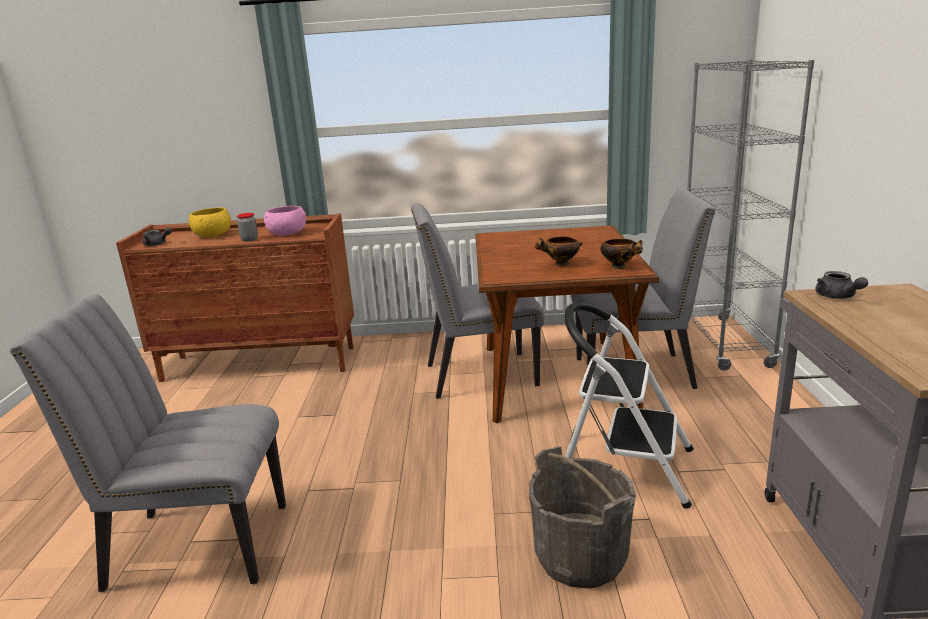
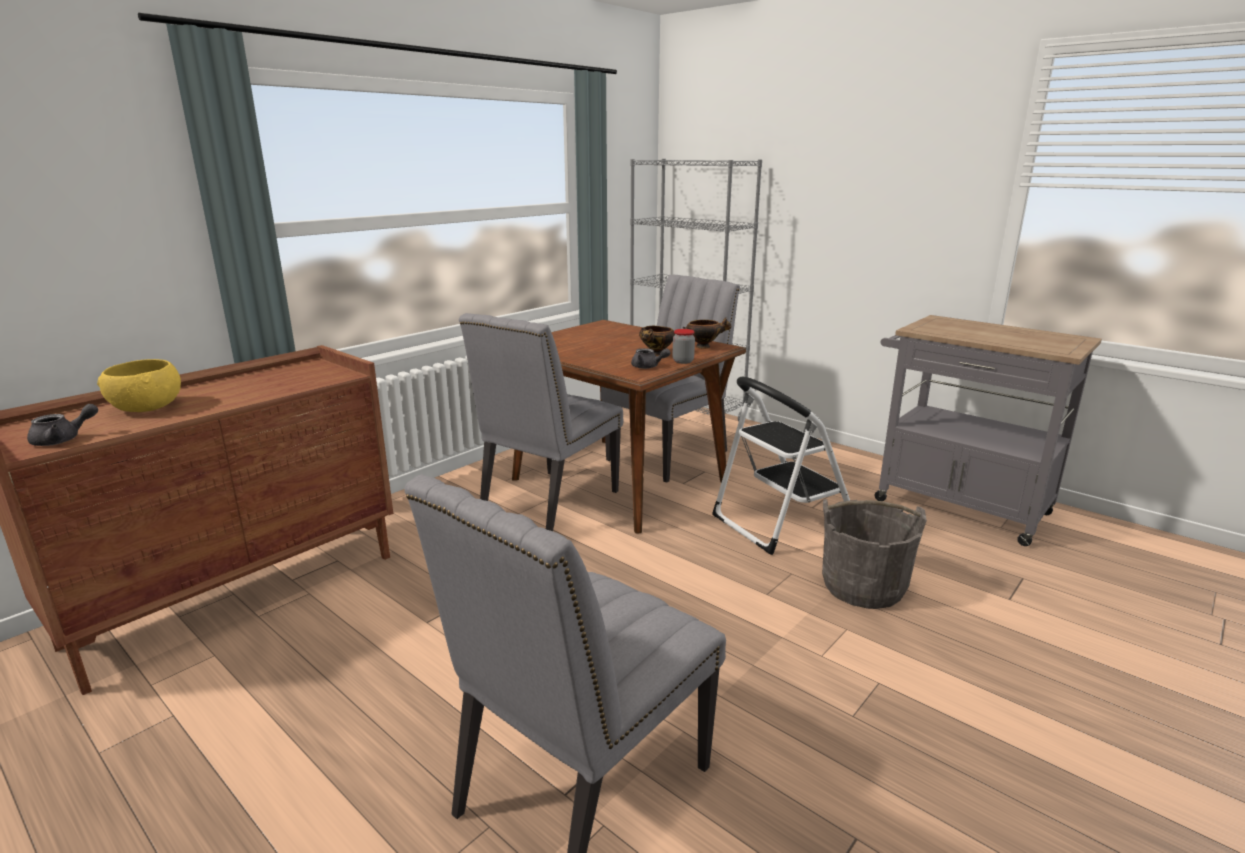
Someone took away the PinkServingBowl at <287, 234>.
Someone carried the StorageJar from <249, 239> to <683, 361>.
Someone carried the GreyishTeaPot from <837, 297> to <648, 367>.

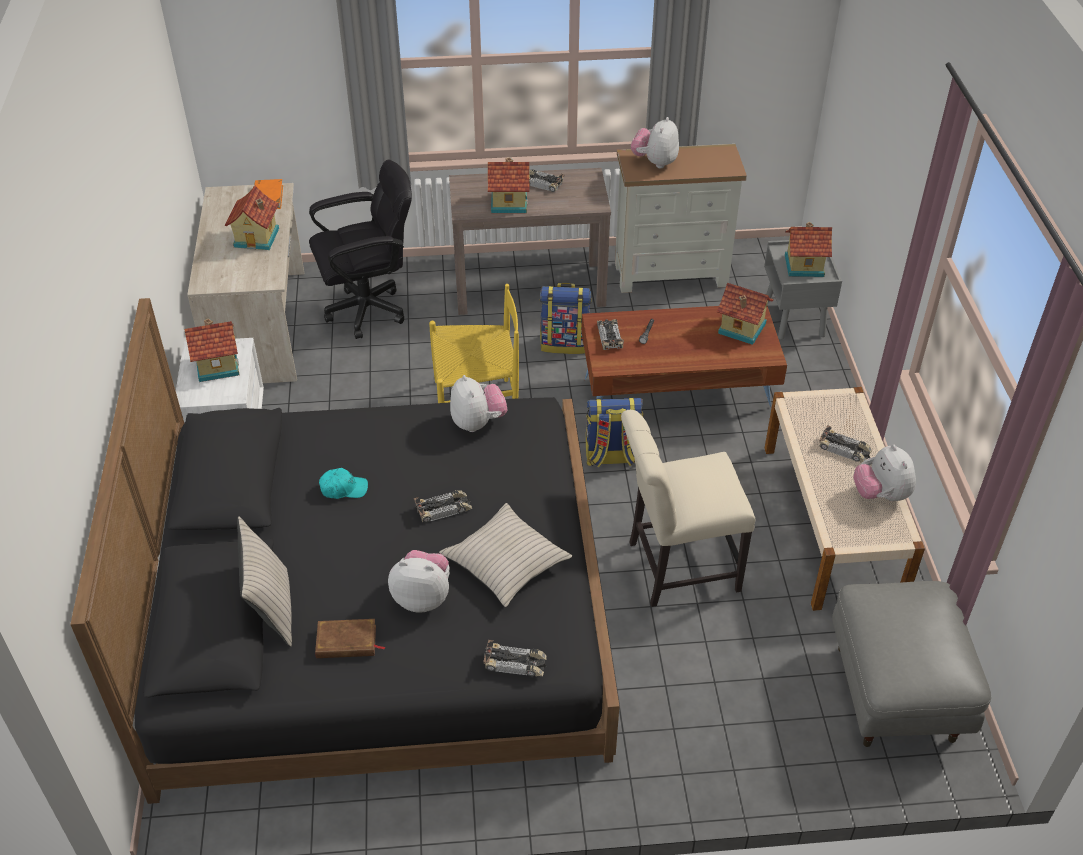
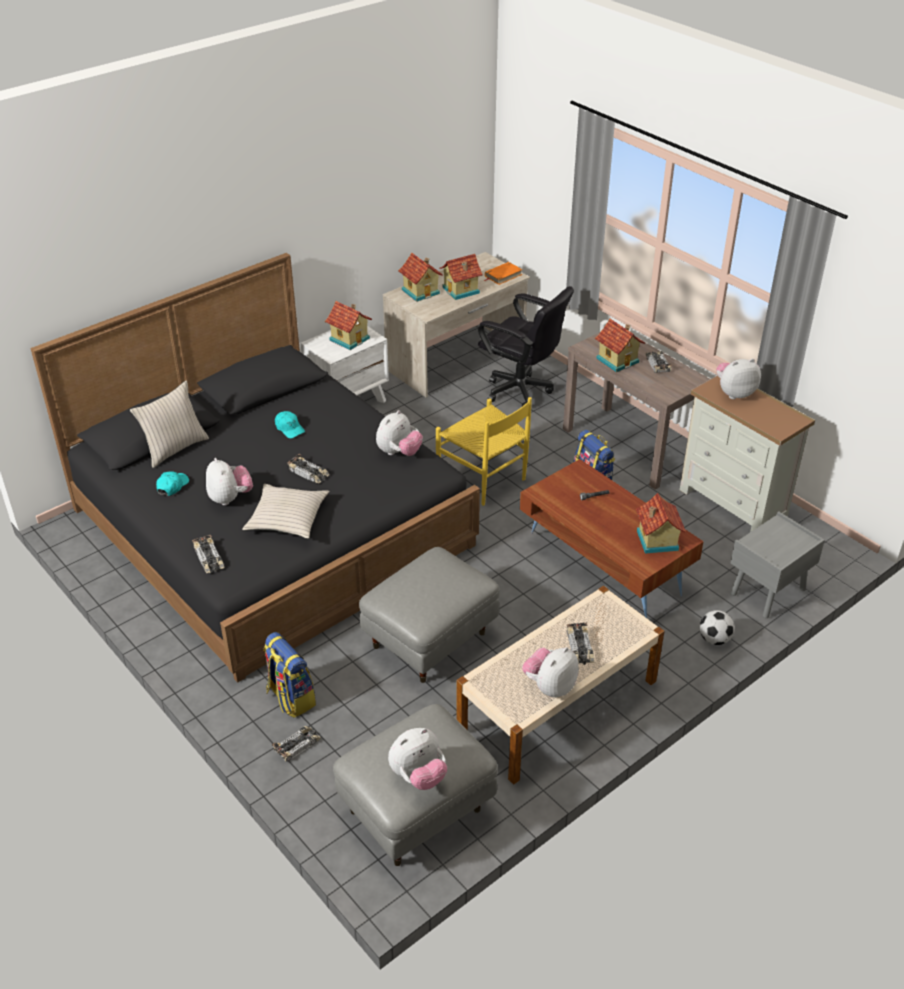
Someone put down the PlushToy at <418, 776>.
Someone put down the Football at <714, 639>.
Someone carried the Rucksack from <611, 457> to <290, 698>.
Someone carried the ModelCar from <609, 336> to <297, 745>.
Someone carried the ModelHouse from <803, 265> to <421, 291>.
Someone swapped the BrownishBoundBook at <347, 642> for the TurquoiseBaseballCap at <172, 486>.
Someone swapped the BeigeColouredChair at <675, 567> for the GreyishFootrest at <430, 639>.

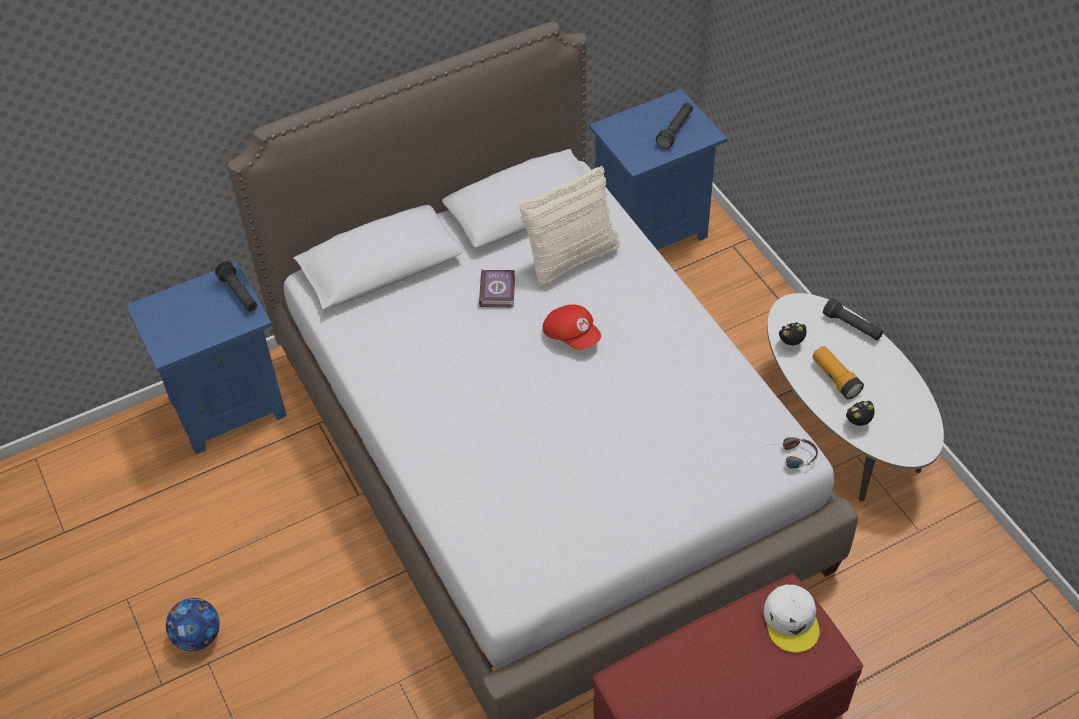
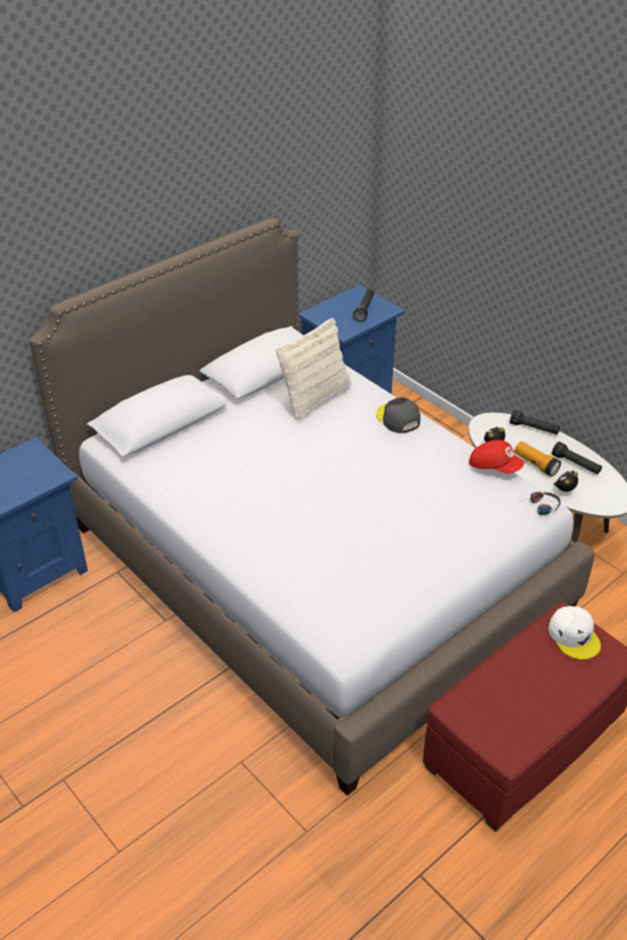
Someone took away the Football at <198, 637>.
Someone took away the BoundBook at <498, 290>.
Someone put down the GreyishBaseballCap at <398, 418>.
Someone carried the BlackishFlashlight from <239, 294> to <576, 464>.
Someone carried the ReddishBaseballCap from <572, 335> to <494, 466>.

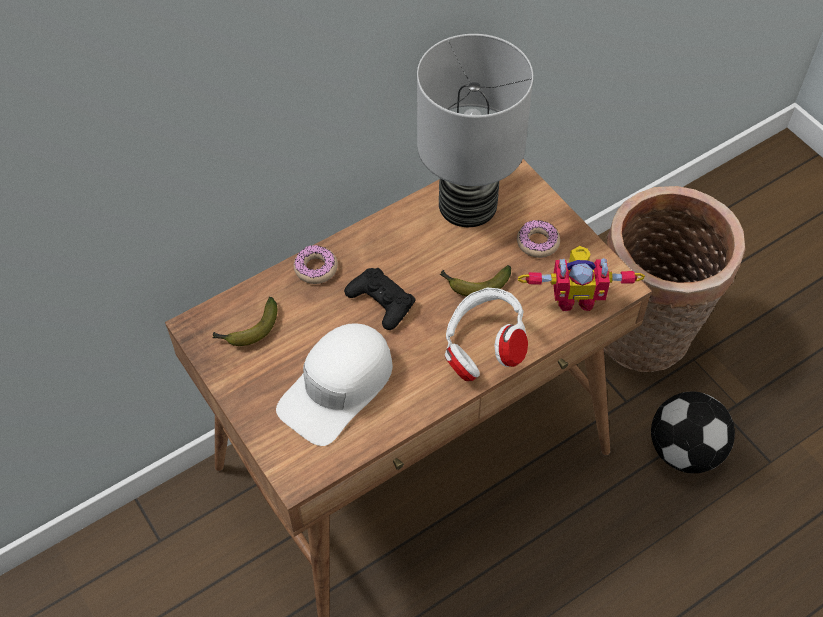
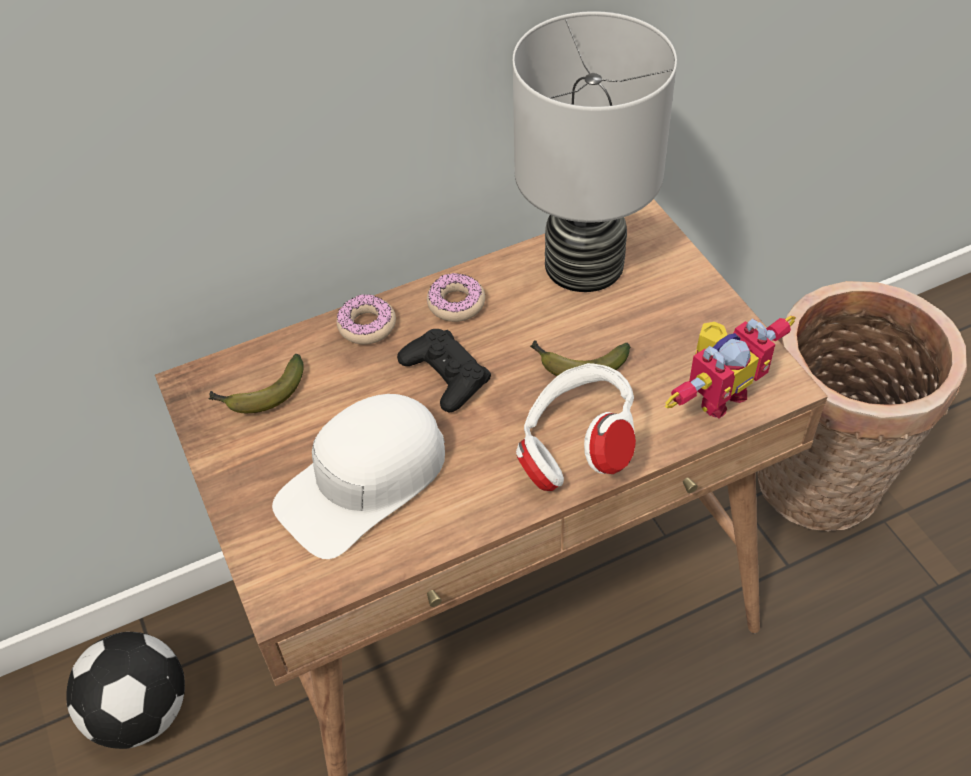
Someone carried the RingDoughnut from <537, 242> to <456, 303>.
Someone carried the Football from <683, 449> to <141, 710>.
Someone rotated the ModelRobot at <575, 297> by 45 degrees counterclockwise.

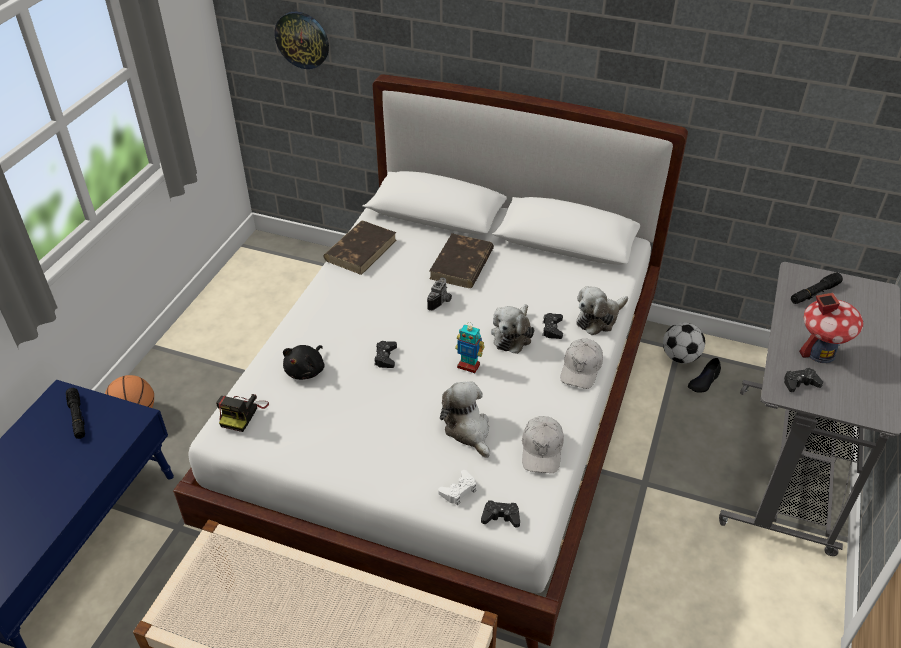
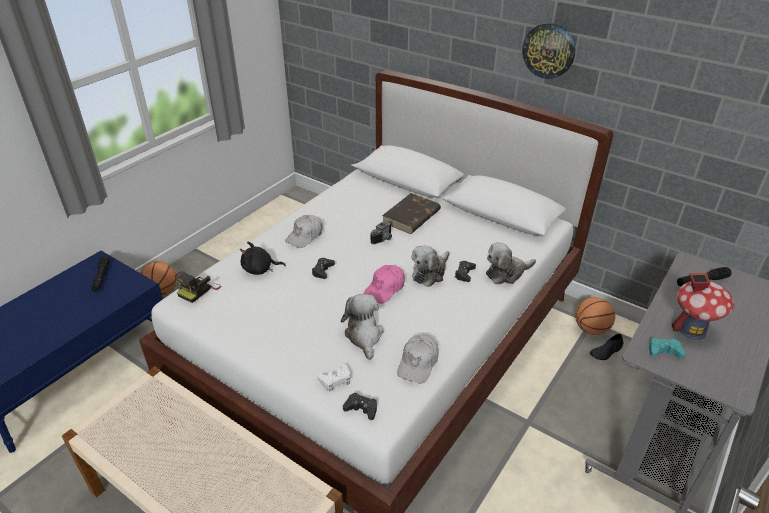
Someone took away the BrownishBoundBook at <361, 250>.
Someone carried the ClockOnTheWall from <302, 39> to <548, 50>.
Someone carried the WhitishBaseballCap from <581, 369> to <305, 236>.
Someone swapped the ModelRobot at <468, 366> for the PinkBaseballCap at <385, 288>.
Someone swapped the Football at <680, 357> for the BallForBasketball at <591, 329>.
Someone repainted the BlackishGameController at <800, 383>, which became the TurquoiseGameController at <664, 351>.
Someone rotated the BlackishPlushToy at <306, 370> by 45 degrees clockwise.

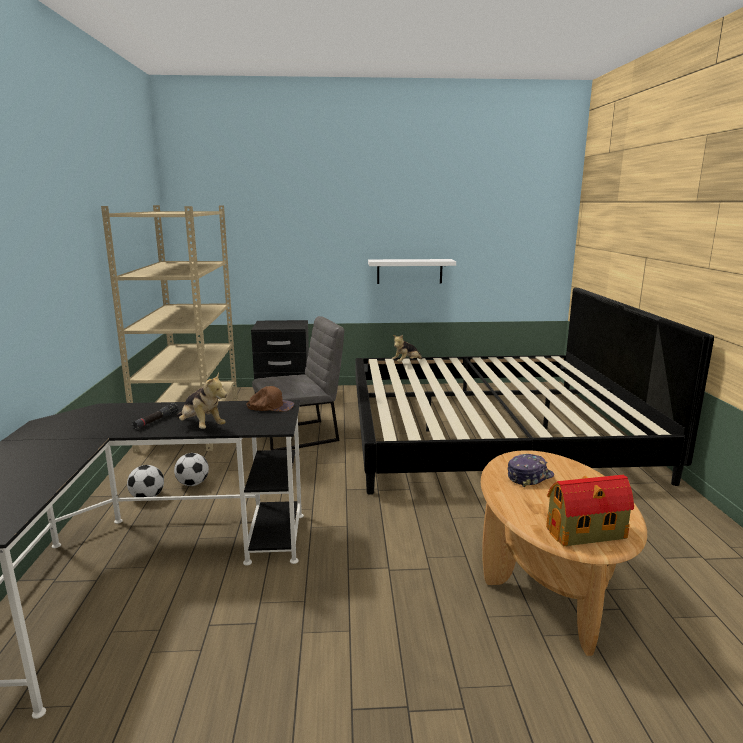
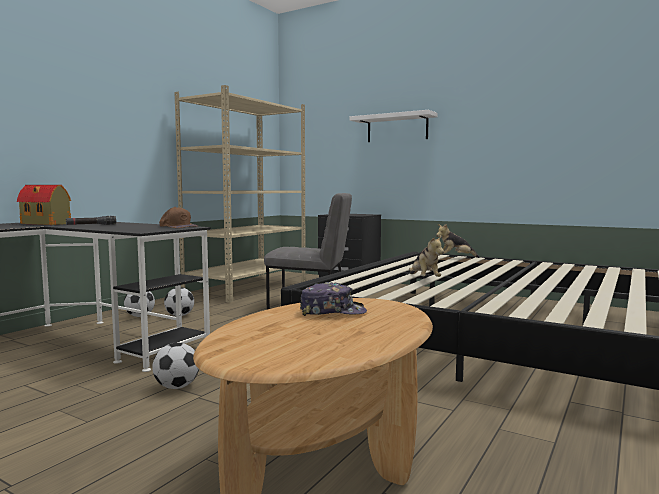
Someone put down the Football at <177, 387>.
Someone carried the PlushToy from <201, 427> to <424, 279>.
Someone carried the WhitishWallShelf from <409, 271> to <397, 128>.
Someone carried the ModelHouse from <587, 533> to <46, 223>.

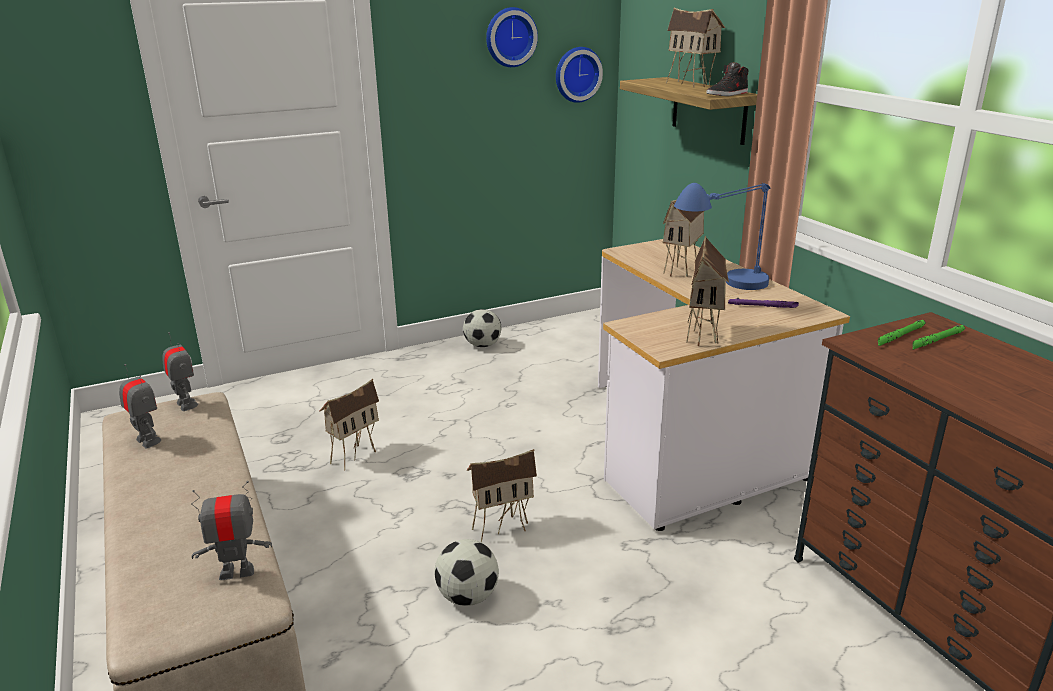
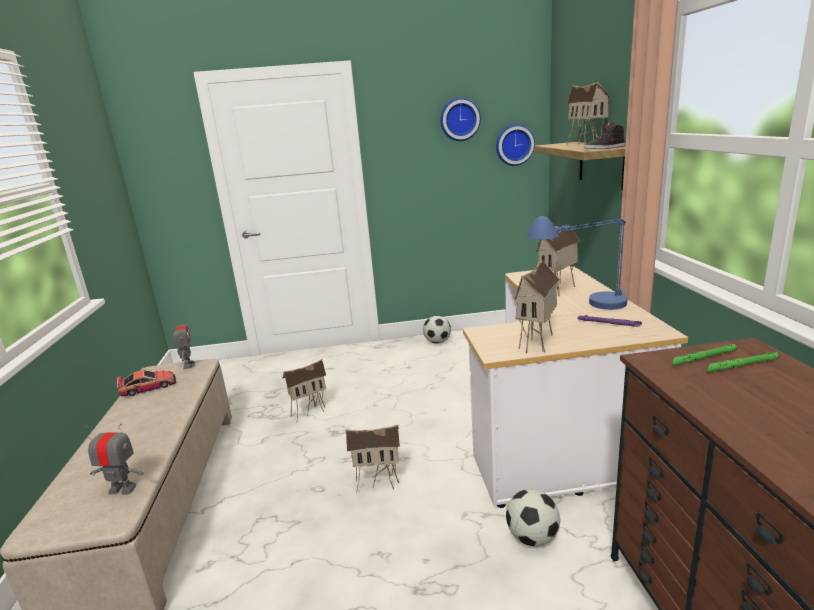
Someone carried the Football from <467, 596> to <532, 537>.
Someone swapped the ModelRobot at <148, 441> for the ModelCar at <149, 387>.

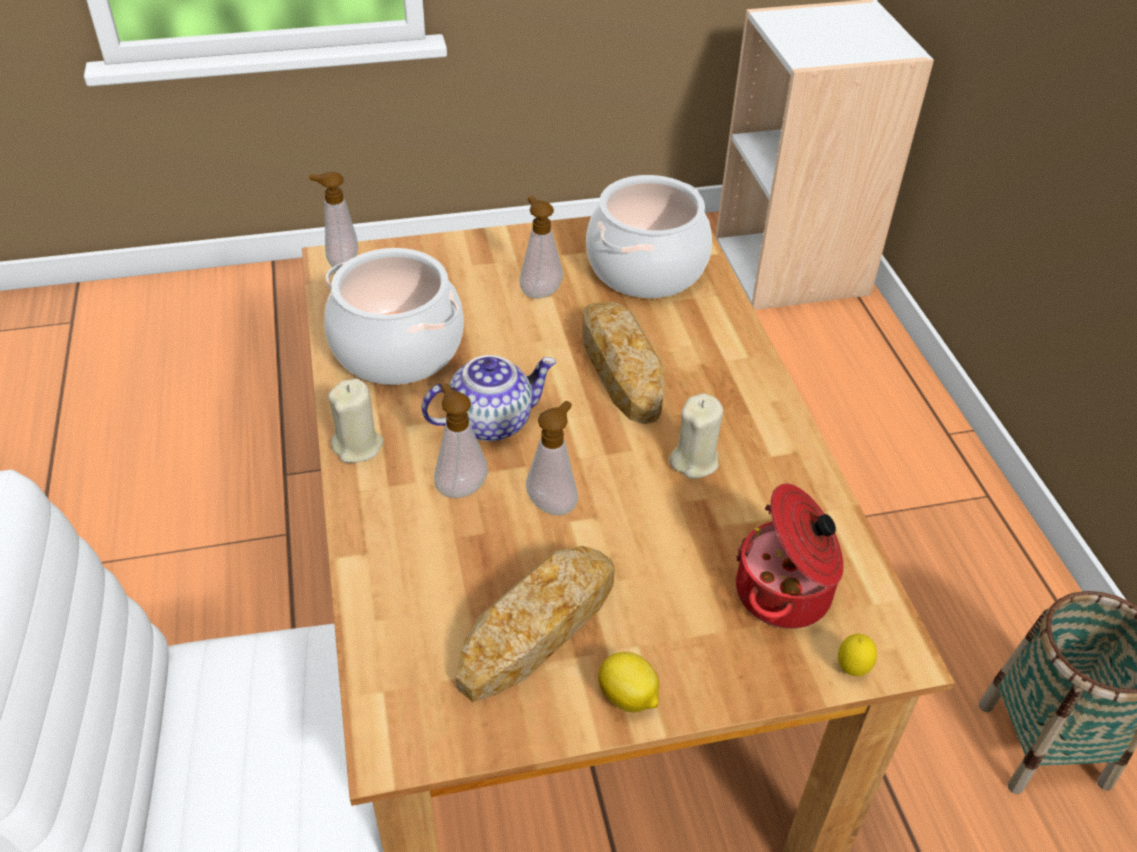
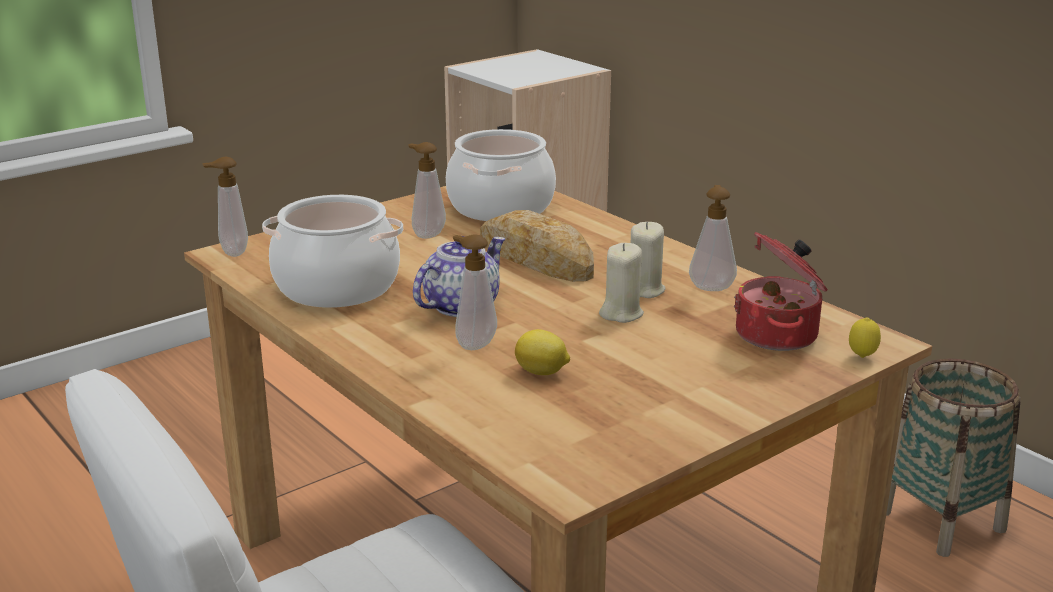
Someone took away the Bread at <537, 628>.
Someone carried the BeigeColouredWaxCandle from <358, 446> to <621, 313>.
Someone carried the LiquidSoapBottle from <553, 503> to <711, 286>.
Someone carried the WholeLemon from <628, 698> to <542, 372>.

